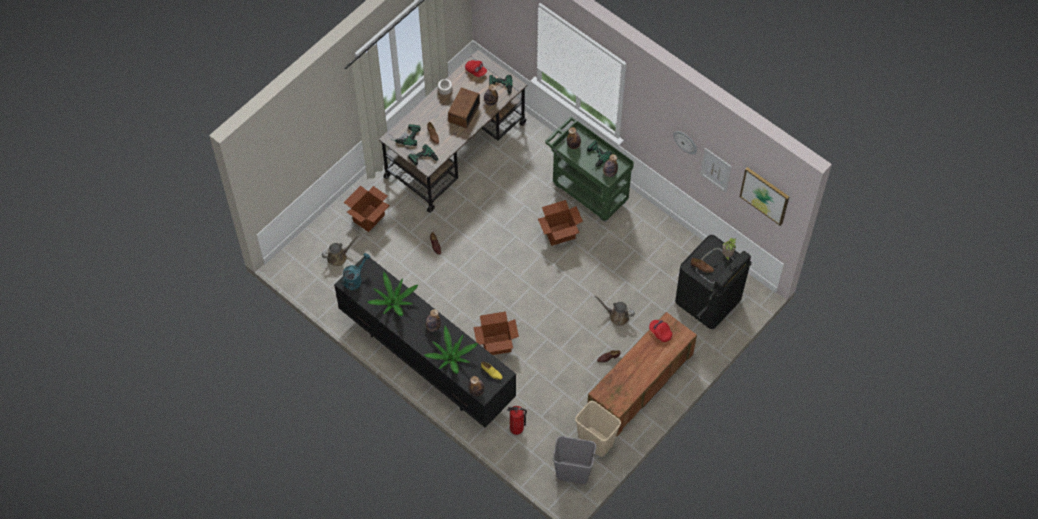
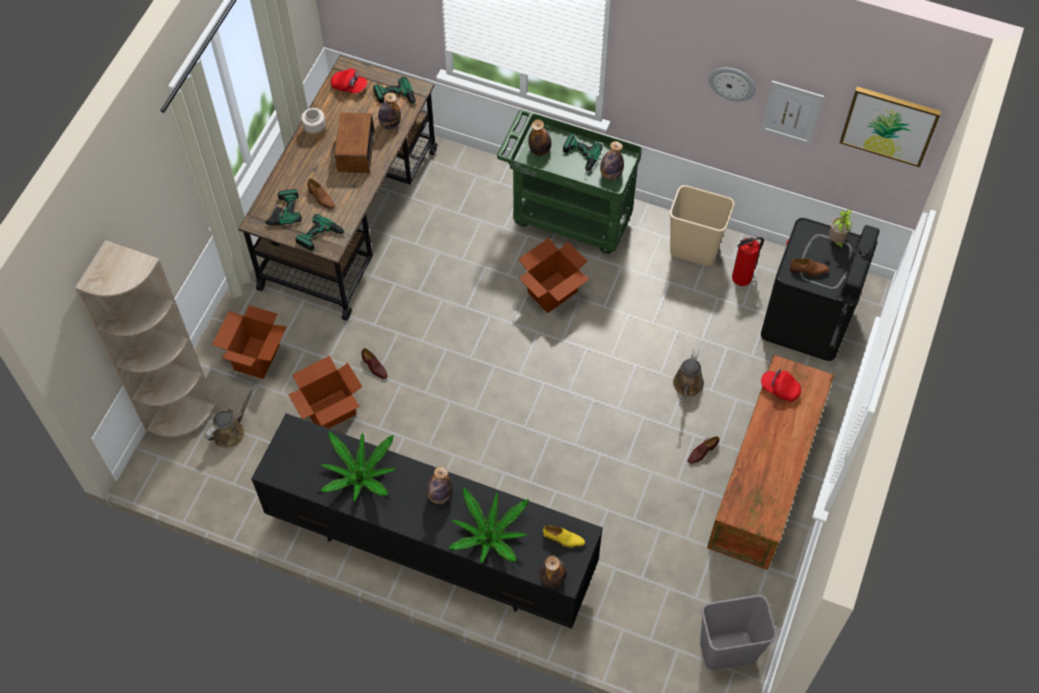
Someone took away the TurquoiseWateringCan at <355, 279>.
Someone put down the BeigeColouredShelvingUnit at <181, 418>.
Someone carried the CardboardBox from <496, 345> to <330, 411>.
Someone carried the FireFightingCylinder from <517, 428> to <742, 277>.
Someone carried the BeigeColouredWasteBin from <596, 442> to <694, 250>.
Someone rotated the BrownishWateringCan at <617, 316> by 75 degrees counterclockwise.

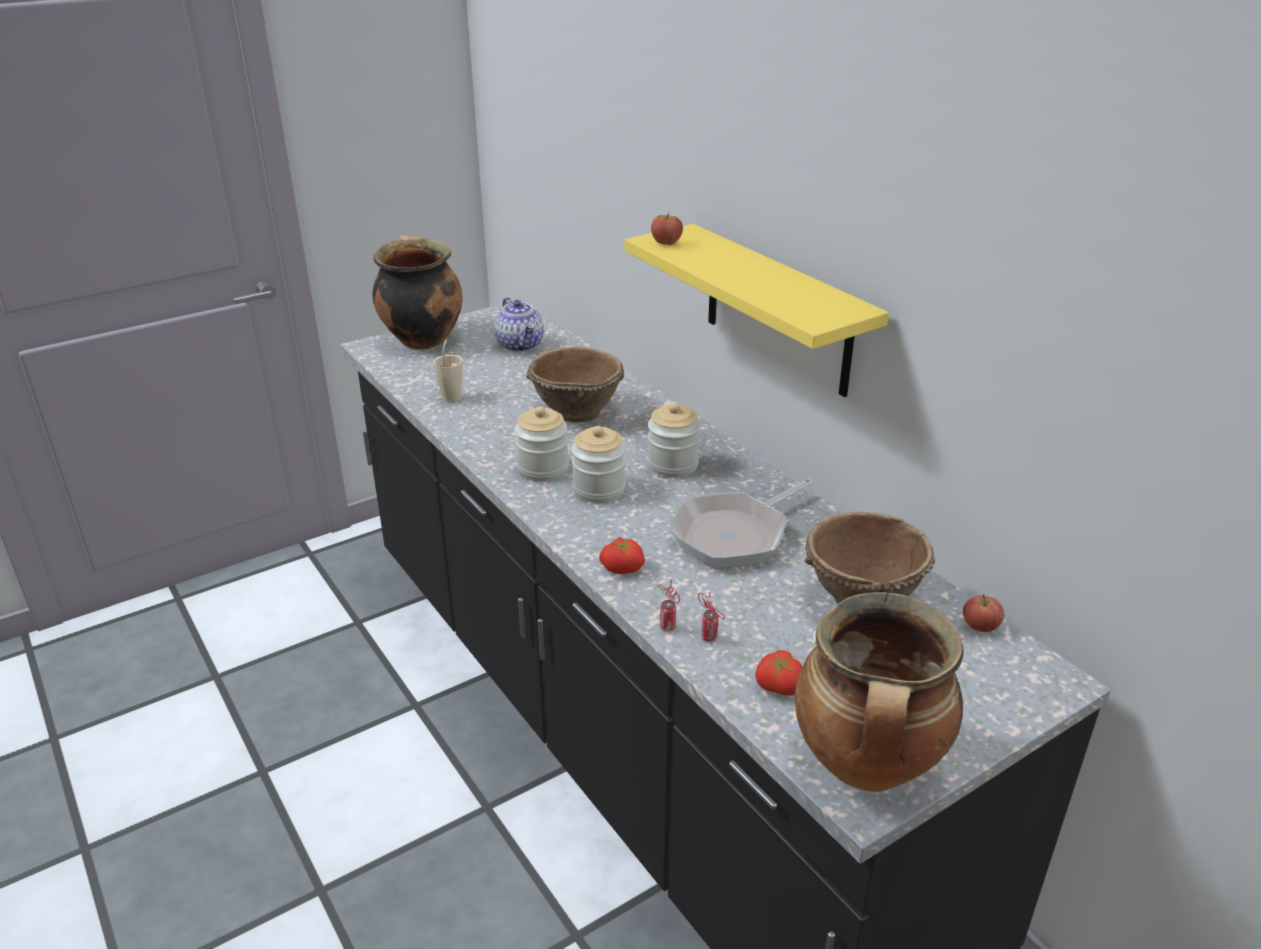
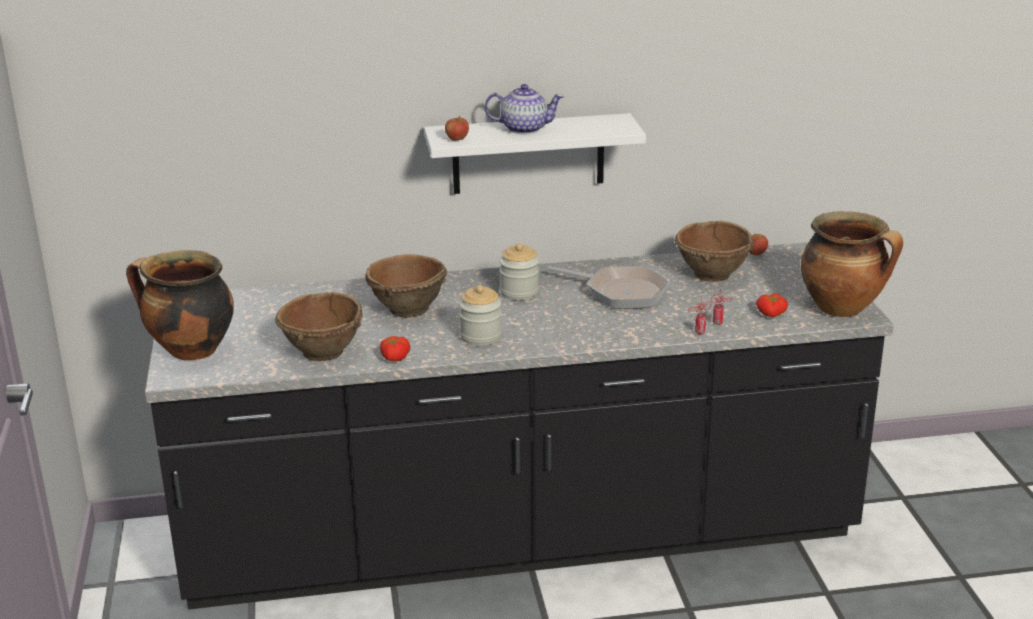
Someone took away the StorageJar at <599, 489>.
Someone carried the TeaPot from <521, 345> to <524, 128>.
Someone carried the WholeTomato from <622, 567> to <394, 357>.
Someone swapped the BeigeColouredCup at <452, 396> for the BrownishServingBowl at <323, 353>.
Someone repainted the YellowColouredWallShelf at <777, 310>, which became the WhitishWallShelf at <528, 154>.
Someone rotated the Skillet at <735, 535> by 45 degrees counterclockwise.

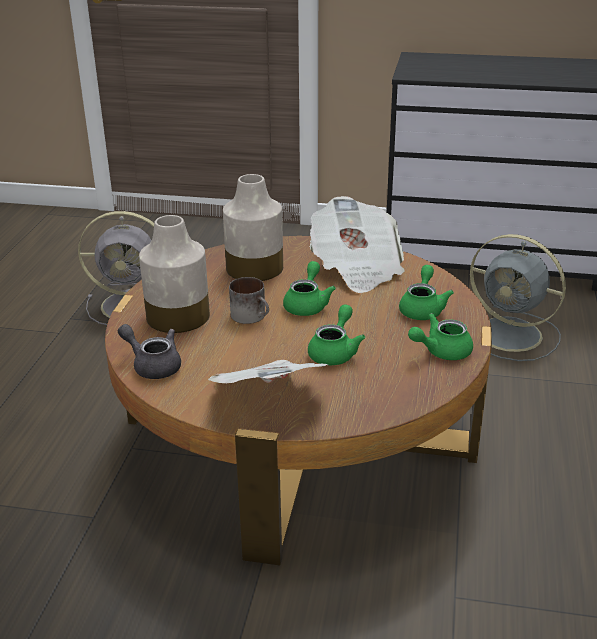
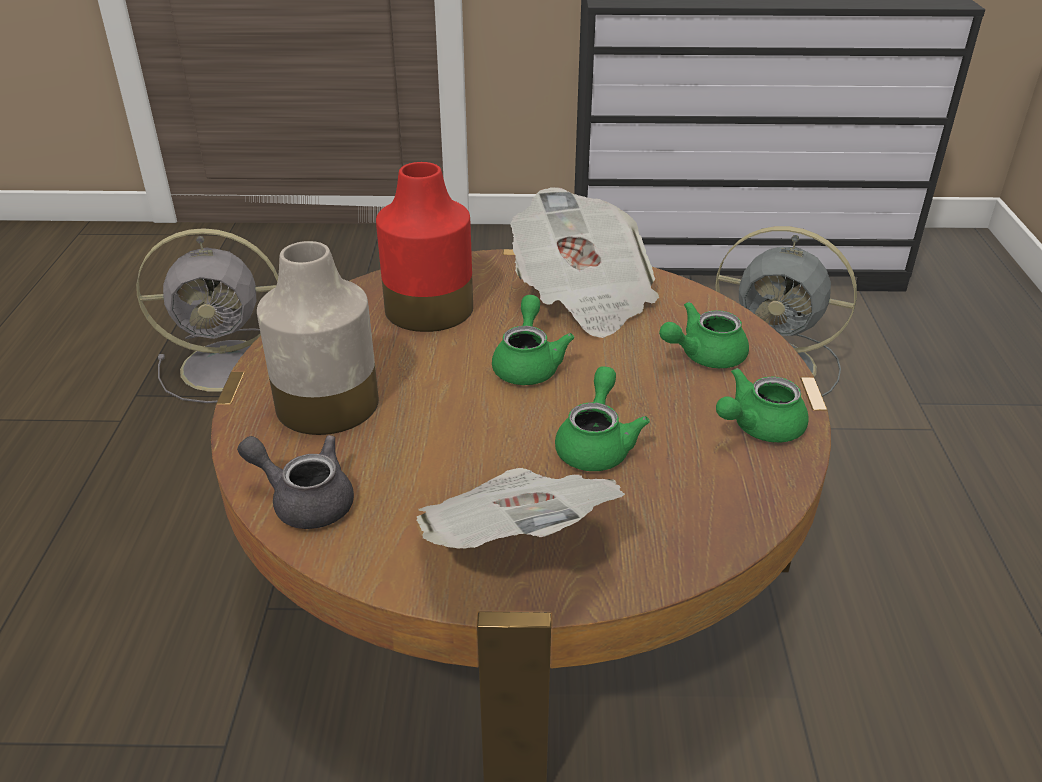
Someone took away the TeaMug at <252, 316>.
Someone repainted the BeigeColouredDecorativeVase at <254, 267>, which became the ReddishDecorativeVase at <428, 307>.
Someone rotated the GreenTeaPot at <422, 308> by 120 degrees counterclockwise.

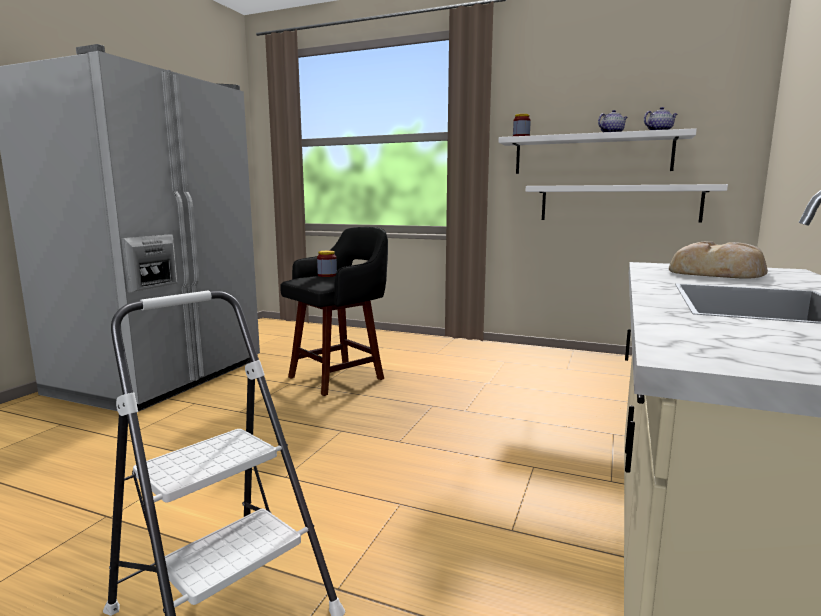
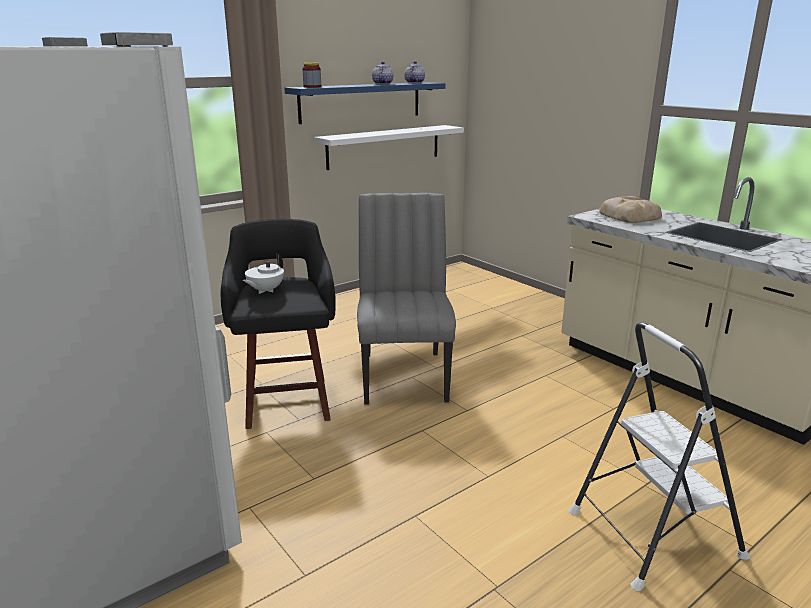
Someone put down the GreyishChair at <404, 378>.
Someone swapped the StorageJar at <327, 275> for the WhitishTeaPot at <265, 290>.
Someone repainted the WhitishWallShelf at <591, 154>, which became the BlueWallShelf at <361, 102>.

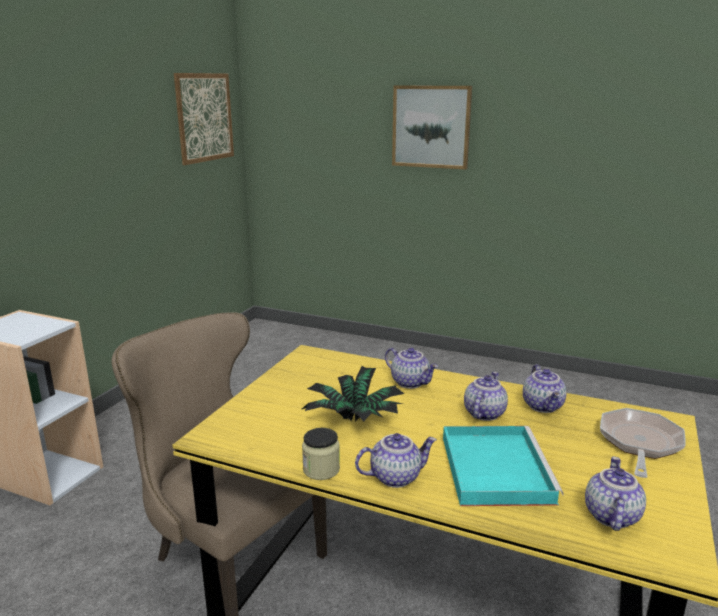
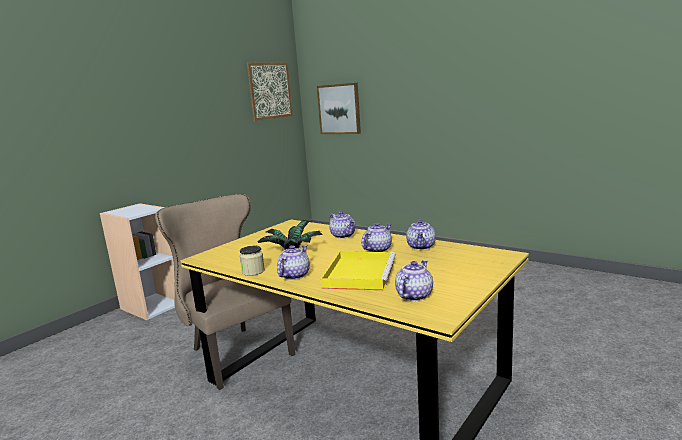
Someone took away the Skillet at <639, 444>.
Someone carried the Picture from <431, 127> to <339, 109>.
Someone repainted the TurquoiseServingTray at <494, 467>, which became the YellowColouredServingTray at <359, 273>.
Someone rotated the TeaPot at <395, 476> by 60 degrees counterclockwise.

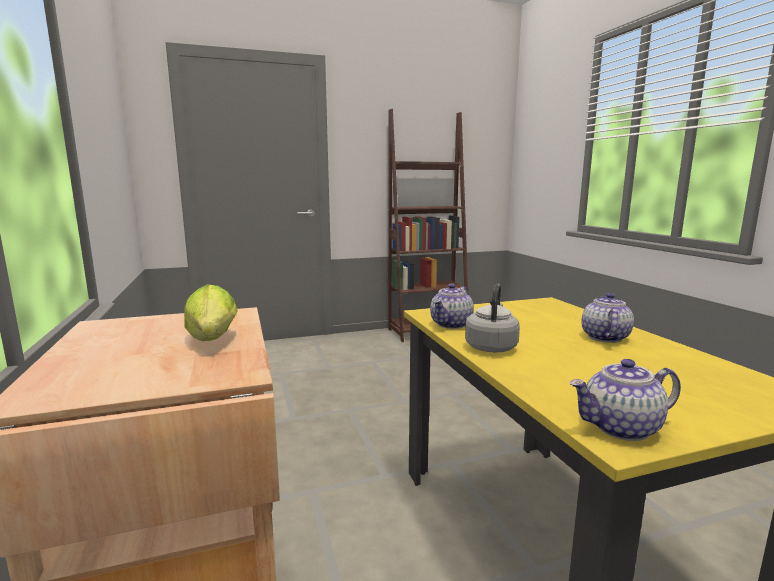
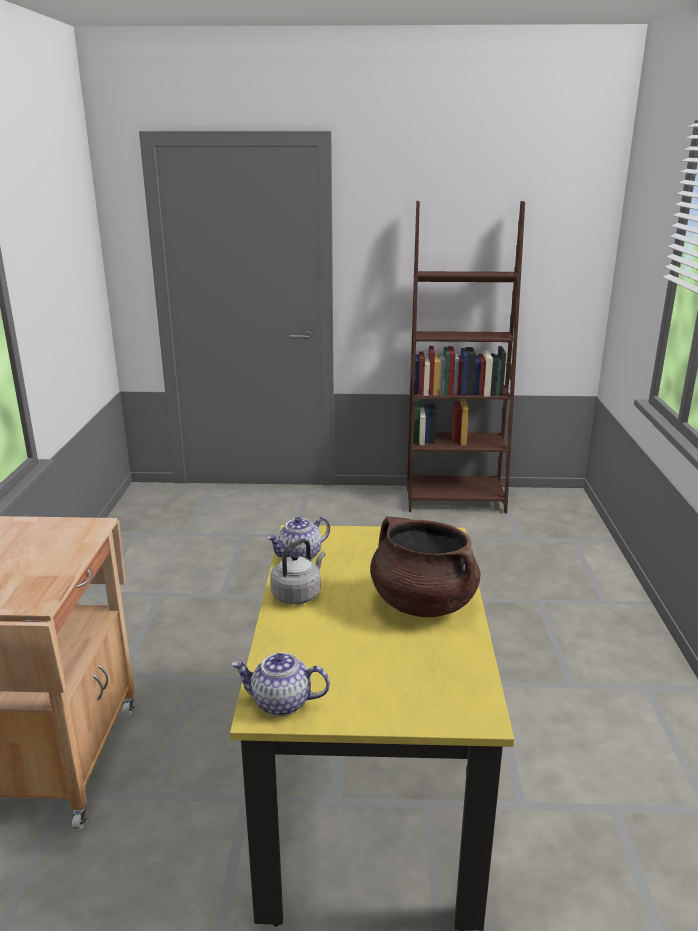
Someone took away the HeadOfLettuce at <212, 341>.
Someone swapped the TeaPot at <604, 337> for the BrownishCookingPot at <422, 603>.

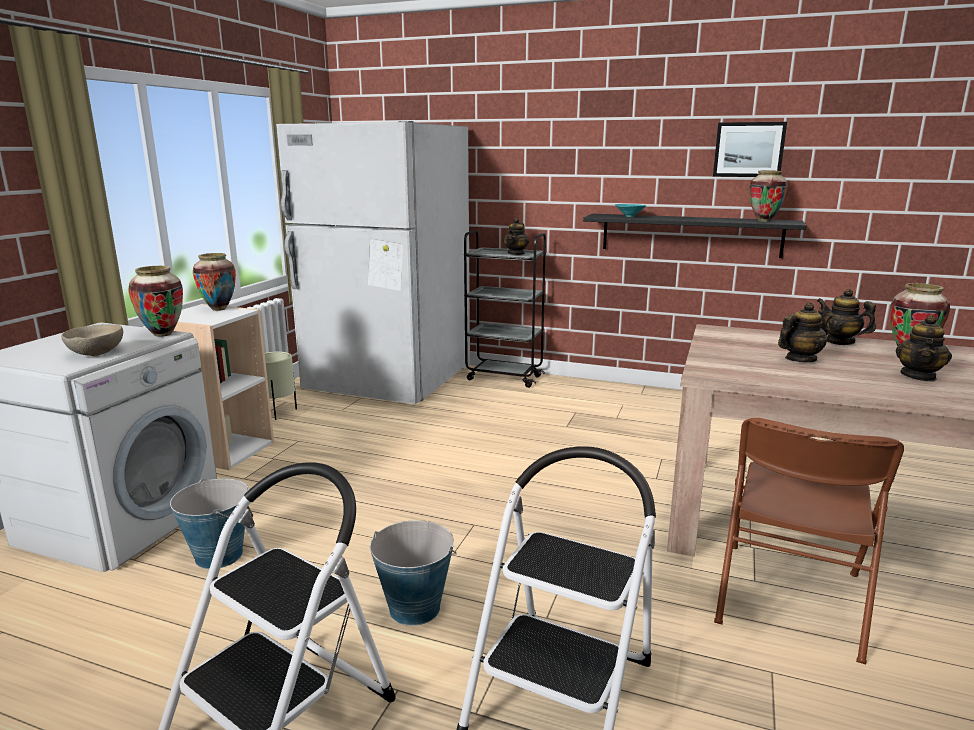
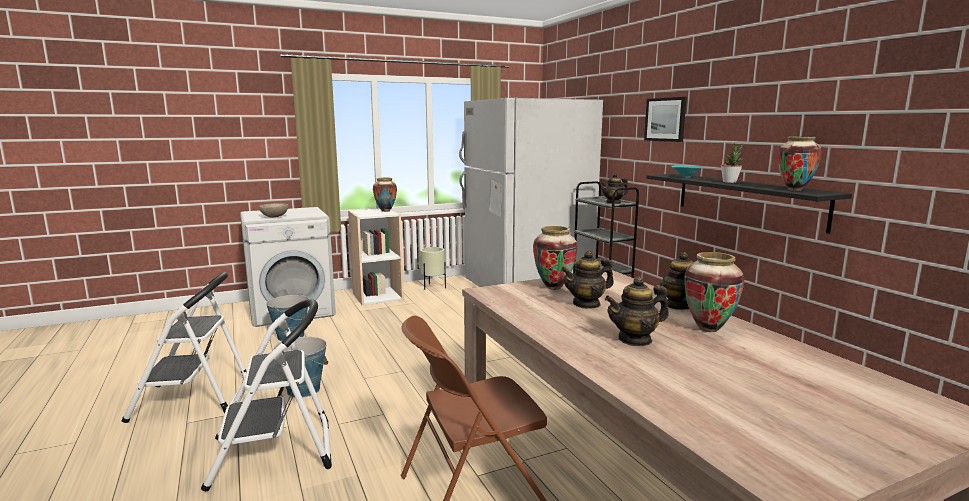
Someone put down the PlantInAPot at <729, 182>.
Someone carried the DecorativeVase from <163, 334> to <553, 287>.
Someone carried the Picture from <749, 149> to <665, 119>.
Someone rotated the TeaPot at <800, 359> by 135 degrees clockwise.

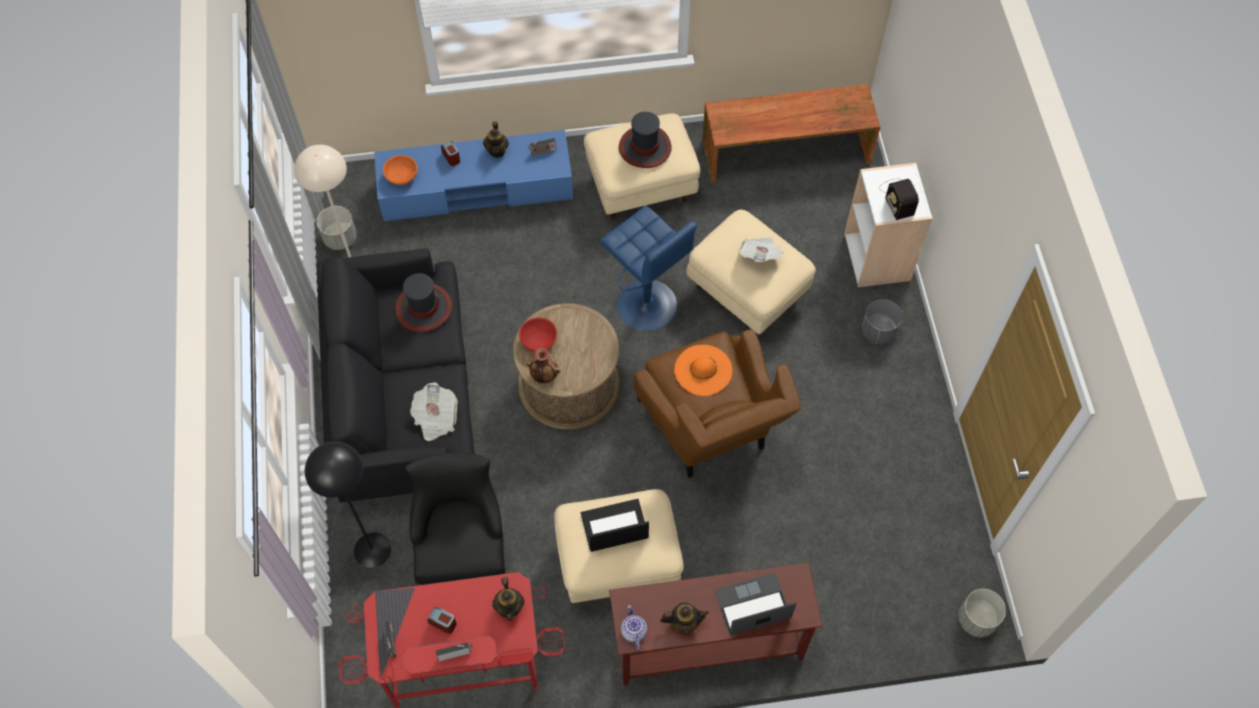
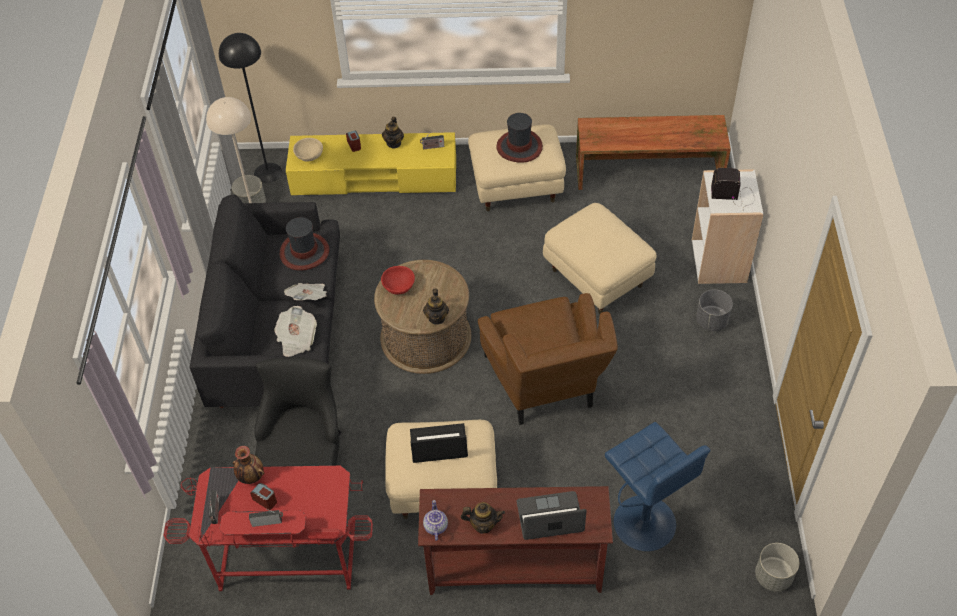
Someone took away the OrangeWearableHat at <703, 370>.
Someone carried the BlackishFloorLamp from <372, 549> to <267, 172>.
Someone carried the TeaPot from <510, 607> to <437, 317>.
Someone carried the DecorativeVase from <544, 375> to <250, 476>.
Someone carried the BlueStool from <647, 306> to <644, 524>.
Someone carried the PrintedPaper from <760, 255> to <309, 298>.
Someone repainted the BlueMediaConsole at <476, 188>, which became the YellowColouredMediaConsole at <374, 177>.
Someone repainted the OrangeServingBowl at <402, 176>, which became the BeigeColouredServingBowl at <310, 156>.
Someone rotated the RadioReceiver at <897, 197> by 105 degrees clockwise.

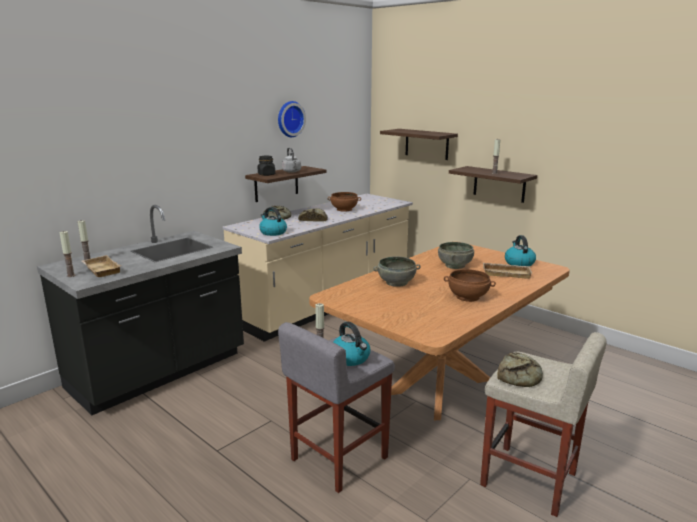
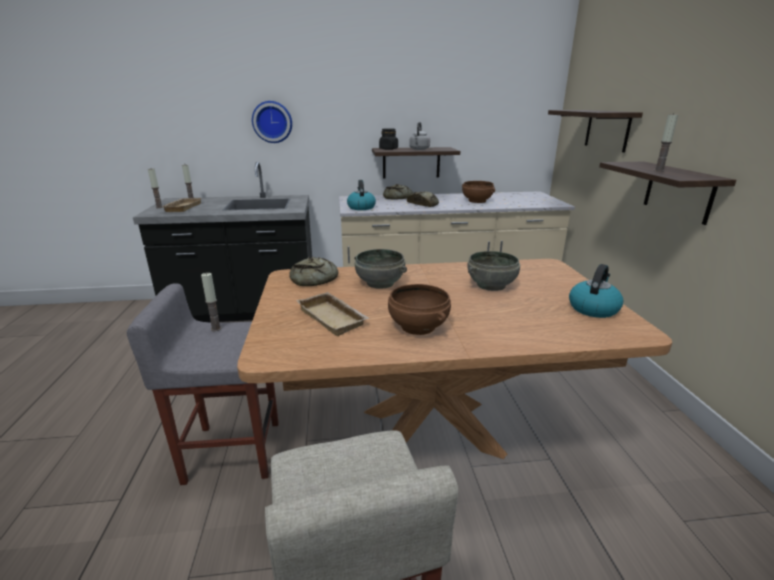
Someone took away the TeaKettle at <351, 358>.
Someone carried the ClockOnTheWall from <289, 119> to <272, 122>.
Someone carried the BeigeColouredServingTray from <506, 273> to <334, 317>.
Someone carried the Bread from <520, 376> to <314, 279>.

